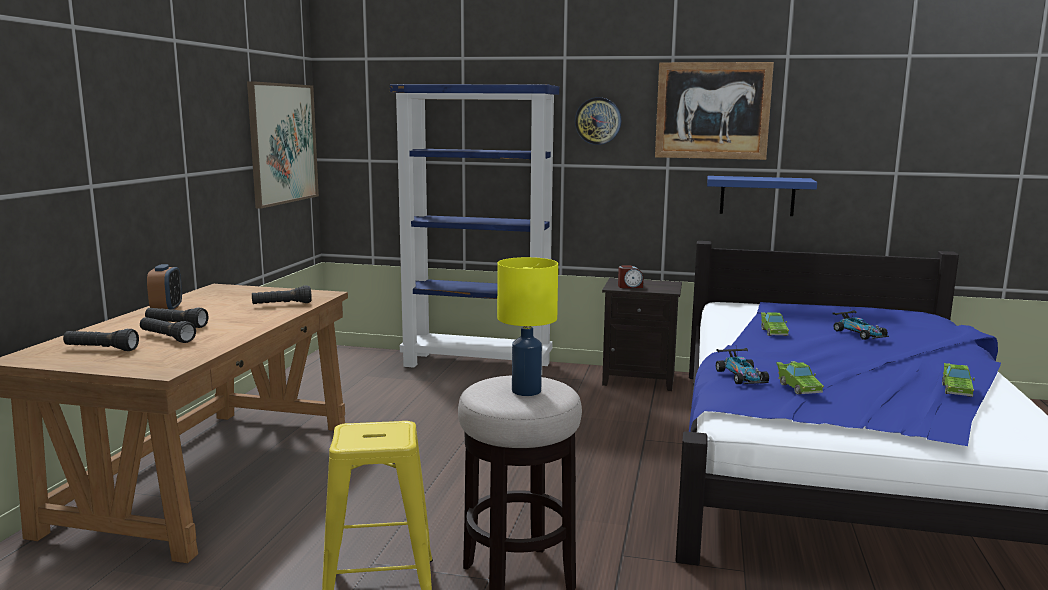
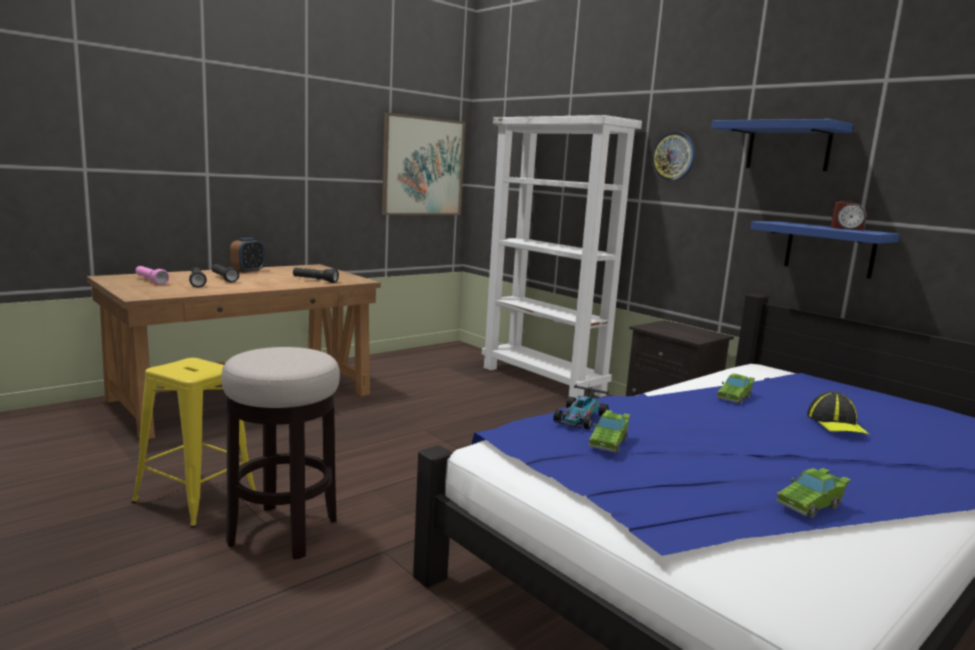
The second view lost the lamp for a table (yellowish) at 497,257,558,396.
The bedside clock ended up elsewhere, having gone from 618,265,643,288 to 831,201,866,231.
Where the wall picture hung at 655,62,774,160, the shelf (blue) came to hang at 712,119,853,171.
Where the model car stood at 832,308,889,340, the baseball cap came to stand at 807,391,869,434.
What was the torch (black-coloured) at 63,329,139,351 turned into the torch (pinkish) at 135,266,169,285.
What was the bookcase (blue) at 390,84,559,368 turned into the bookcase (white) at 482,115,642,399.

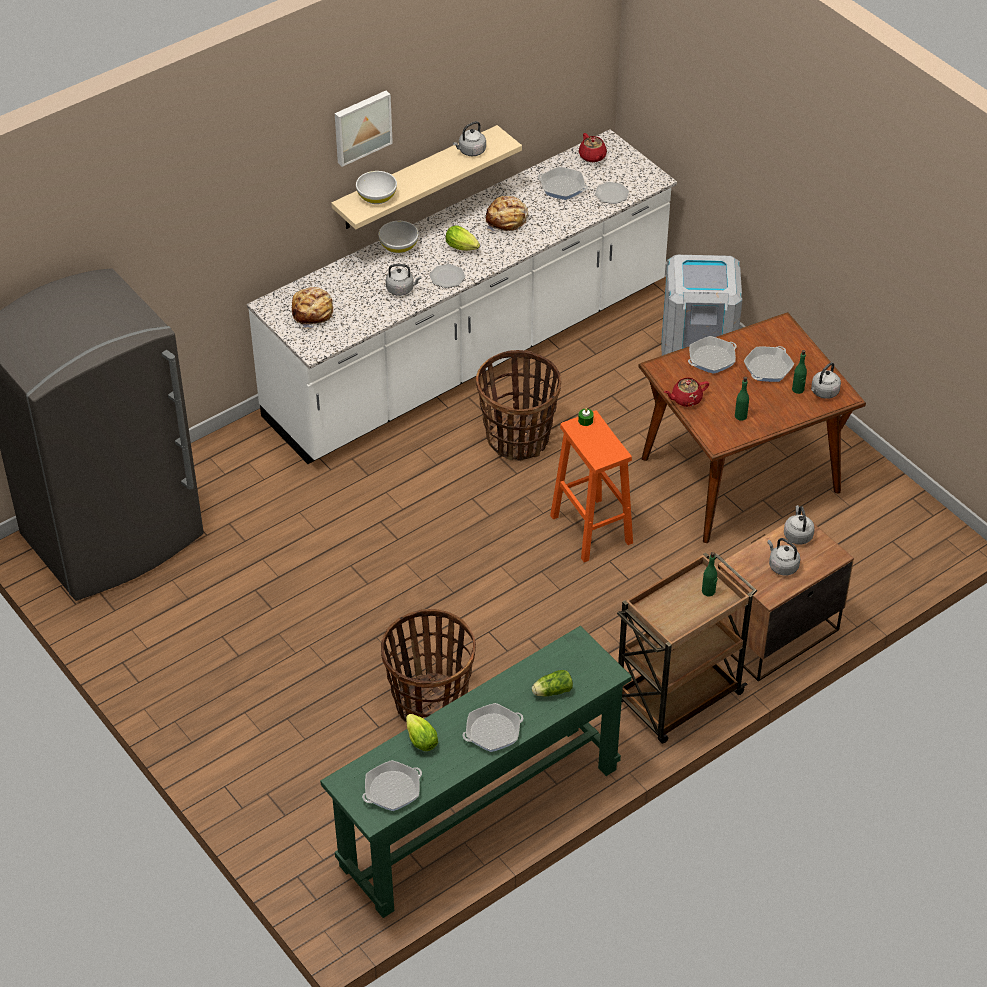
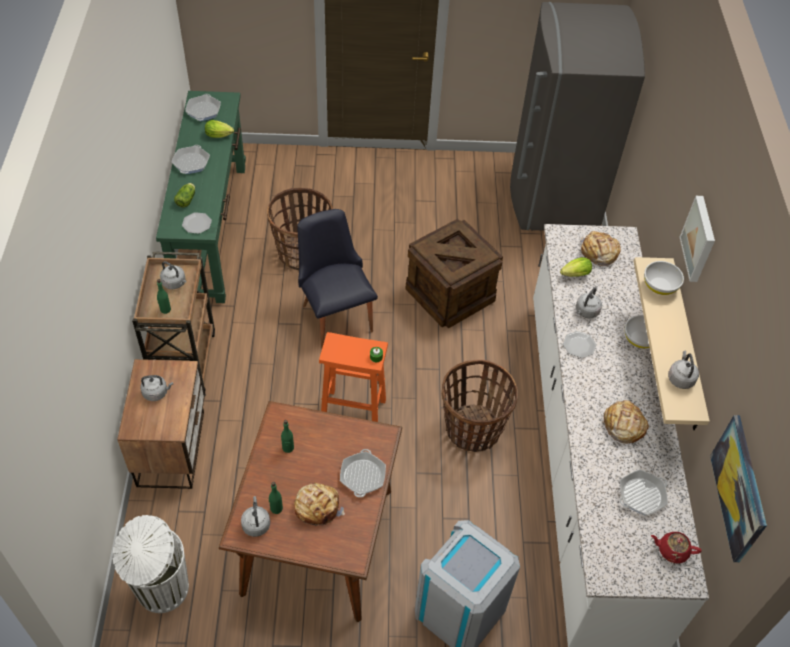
The second view lost the teapot (reddish) at 664,378,709,407.
The second view gained the rubbish bin (white) at 113,515,189,613.
The second view gained the upright chair (black-coloured) at 297,209,378,349.
The second view gained the crate at 405,219,503,328.
The second view gained the wall picture at 710,415,767,562.
The lettuce ended up elsewhere, having gone from 446,225,480,251 to 560,257,592,277.
The plate ended up elsewhere, having gone from 595,182,629,204 to 182,212,212,234.
The kettle (gray) ended up elsewhere, having gone from 784,505,815,544 to 160,261,186,289.
Where the pan stood at 744,346,794,382, the bread came to stand at 294,483,345,527.

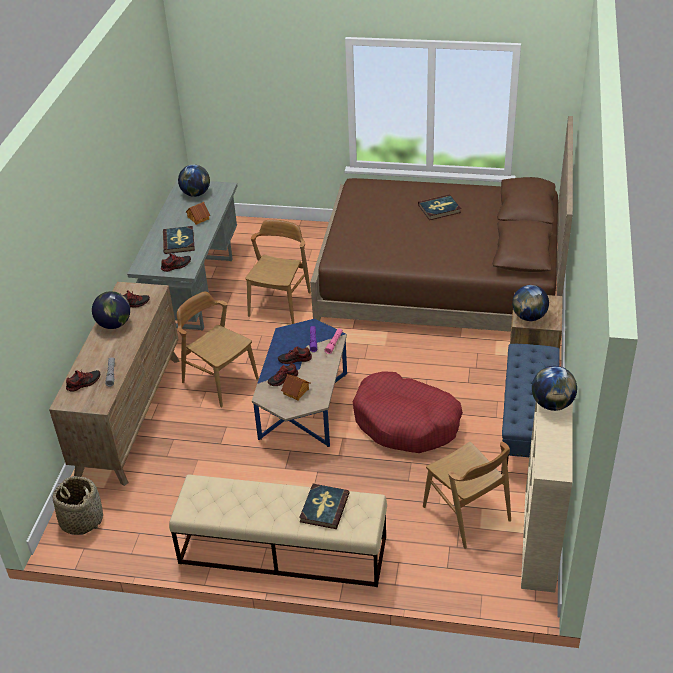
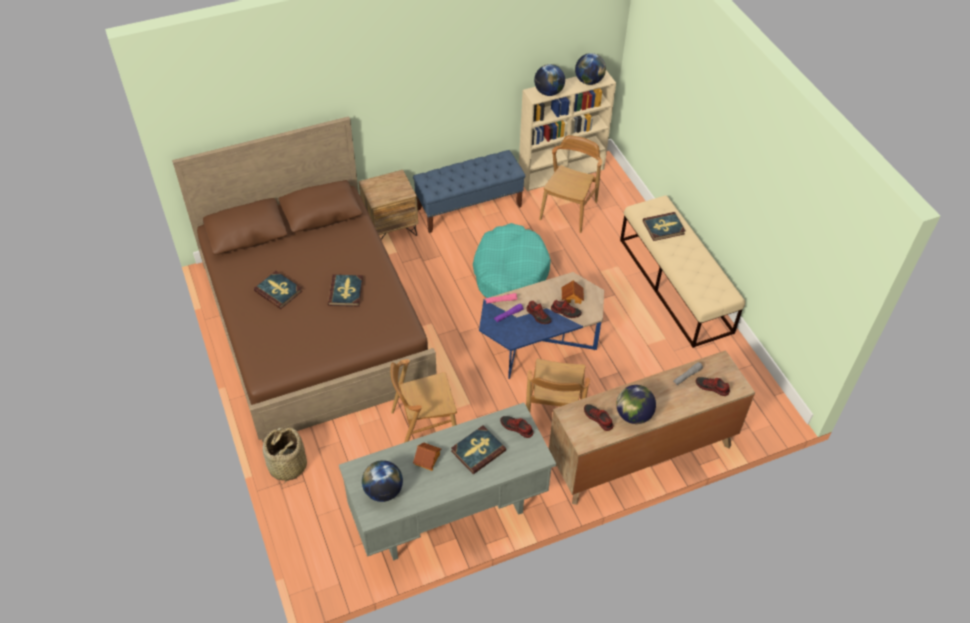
The second view gained the volume at 328,275,363,307.
The storage basket ended up elsewhere, having gone from 53,476,103,535 to 263,427,307,484.
The globe ended up elsewhere, having gone from 512,285,549,321 to 575,53,606,85.
What was the dog bed (reddish) at 353,371,463,453 turned into the dog bed (blue-green) at 473,223,551,298.

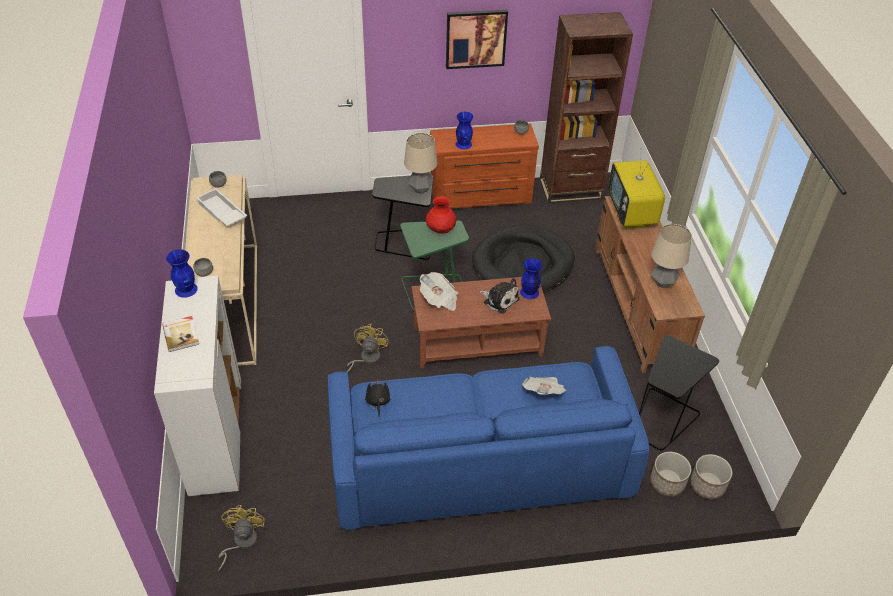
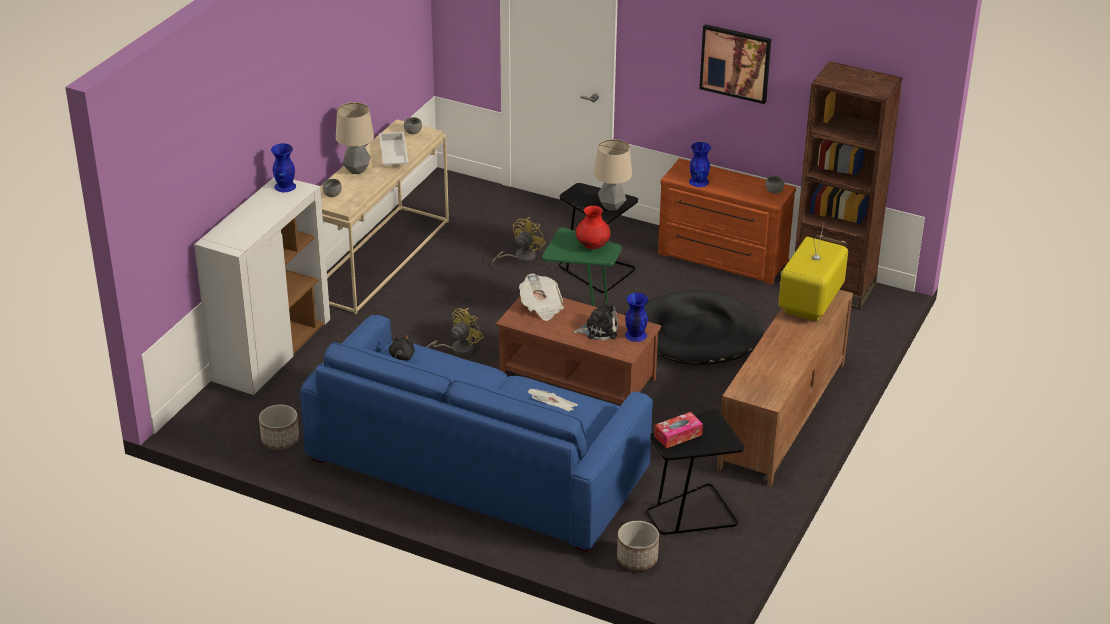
The second view lost the volume at 162,316,199,352.
The second view gained the tissue holder at 654,412,703,449.
The cooling fan (yellowish) ended up elsewhere, having gone from 218,505,265,572 to 492,217,545,264.
The lamp for a table ended up elsewhere, having gone from 651,224,692,288 to 336,102,374,174.
The flower pot ended up elsewhere, having gone from 690,454,732,499 to 259,405,299,450.
The plush toy at 479,278,519,314 ended up facing another way, 75 degrees counterclockwise from before.

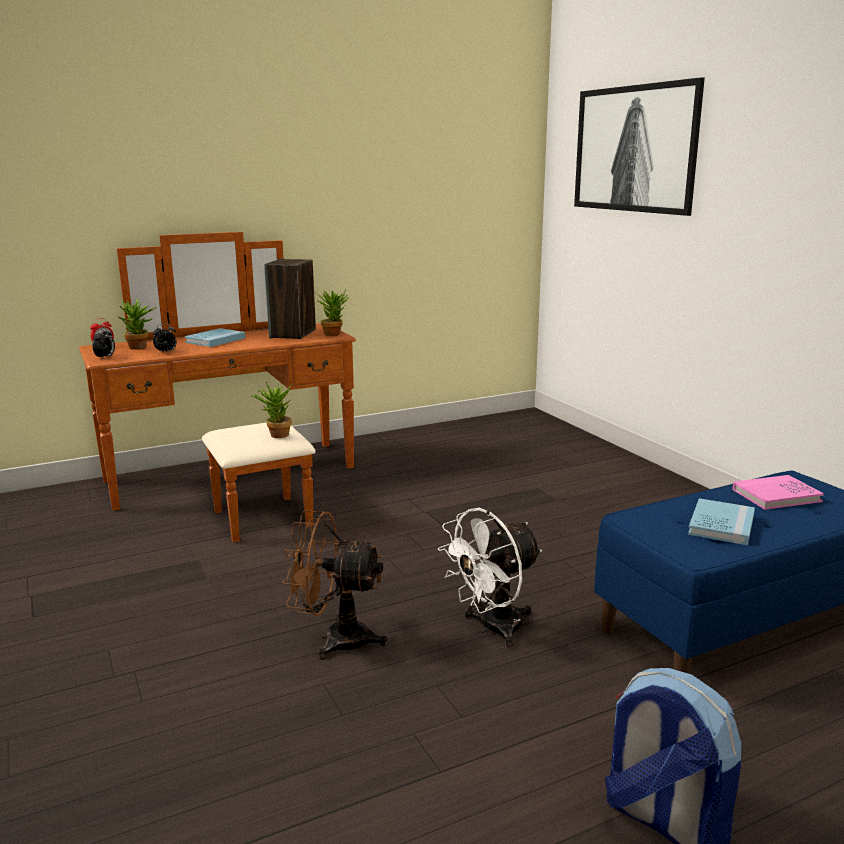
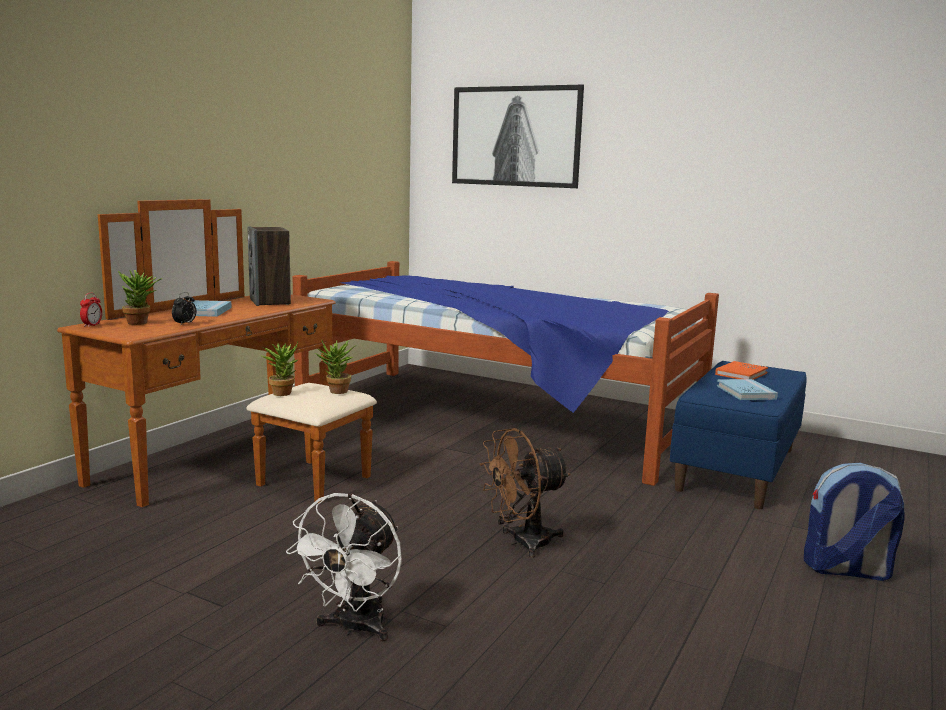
The second view lost the bedside clock at 93,327,115,359.
The second view gained the bed at 293,261,719,486.
The potted plant ended up elsewhere, having gone from 314,290,349,336 to 262,341,299,396.
The cooling fan (white) ended up elsewhere, having gone from 438,508,542,647 to 286,493,402,641.
What was the volume (pinkish) at 732,475,824,510 turned into the volume (orange-coloured) at 715,361,768,380.

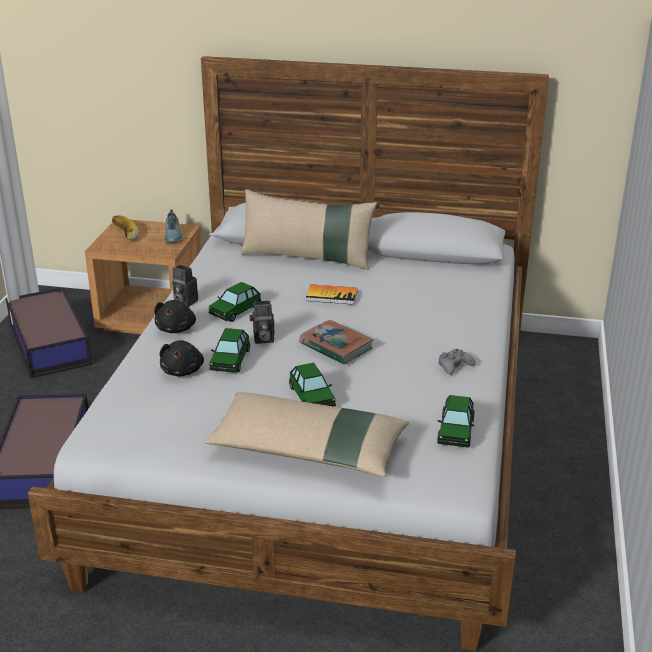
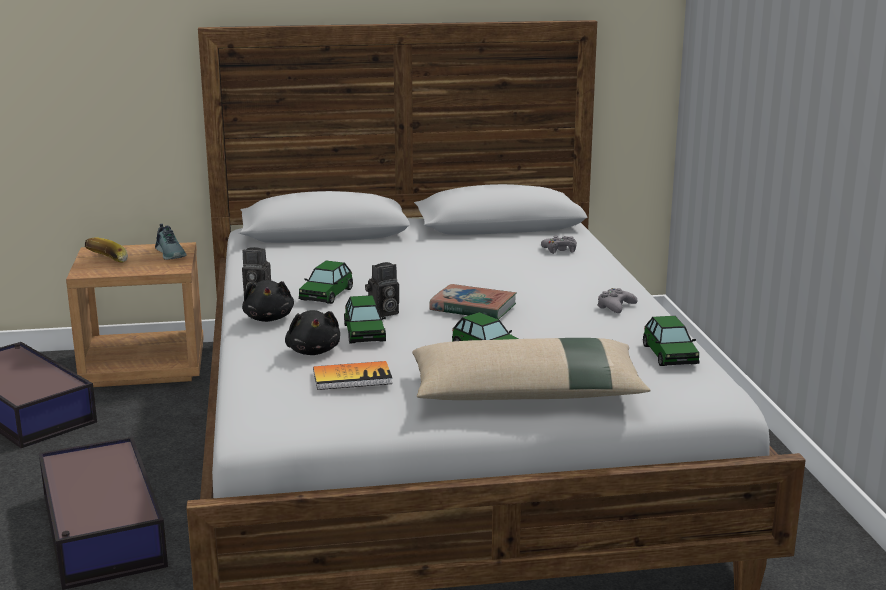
The second view lost the pillow (sand-coloured) at 241,189,377,270.
The second view gained the gamepad (gray) at 541,236,577,254.
The volume ended up elsewhere, having gone from 306,284,358,305 to 313,361,392,390.

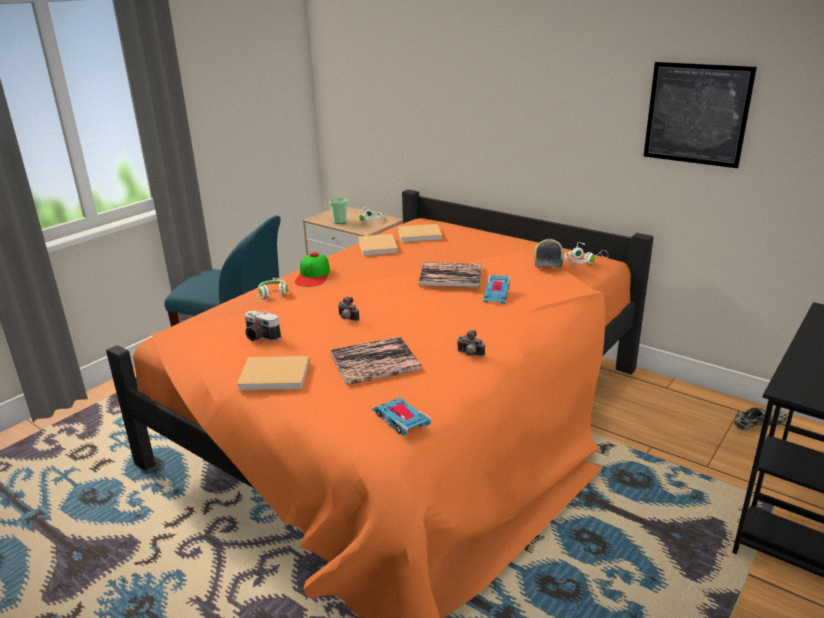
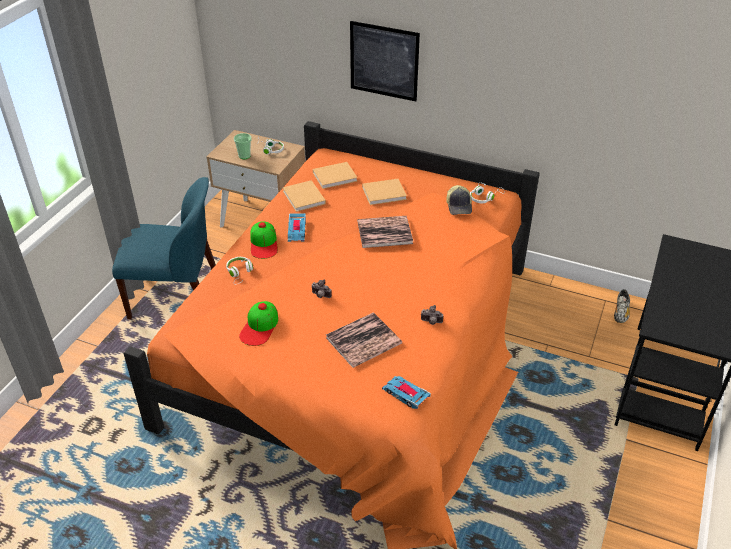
The volume (sand-coloured) ended up elsewhere, having gone from 237,356,310,391 to 362,179,407,205.
The model car ended up elsewhere, having gone from 484,275,510,304 to 288,213,306,242.
The wall picture ended up elsewhere, having gone from 644,62,757,168 to 350,21,420,101.
Where the still camera stood at 244,311,281,341, the baseball cap came to stand at 239,301,278,346.
The shoe at 734,407,787,430 ended up facing another way, 135 degrees clockwise from before.

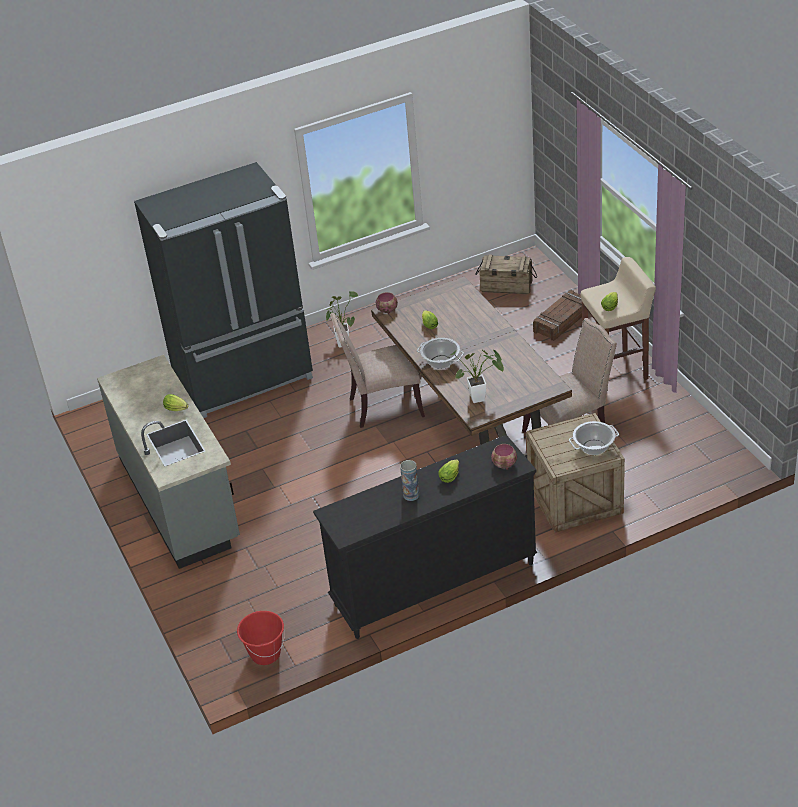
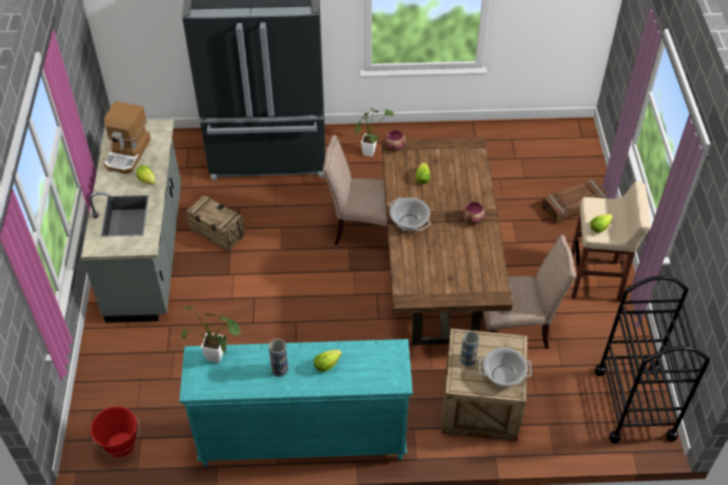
The second view gained the coffee machine at 104,101,151,174.
The second view gained the flower vase at 460,331,479,366.
The second view gained the cart (black-coloured) at 595,275,710,444.
The potted plant ended up elsewhere, having gone from 448,349,504,403 to 180,306,240,363.
The crate ended up elsewhere, having gone from 475,255,537,294 to 186,195,245,251.
The bowl ended up elsewhere, having gone from 491,444,517,470 to 462,202,485,225.
What was the dresser (black-coloured) at 313,435,538,639 turned into the dresser (blue-green) at 179,339,413,467.

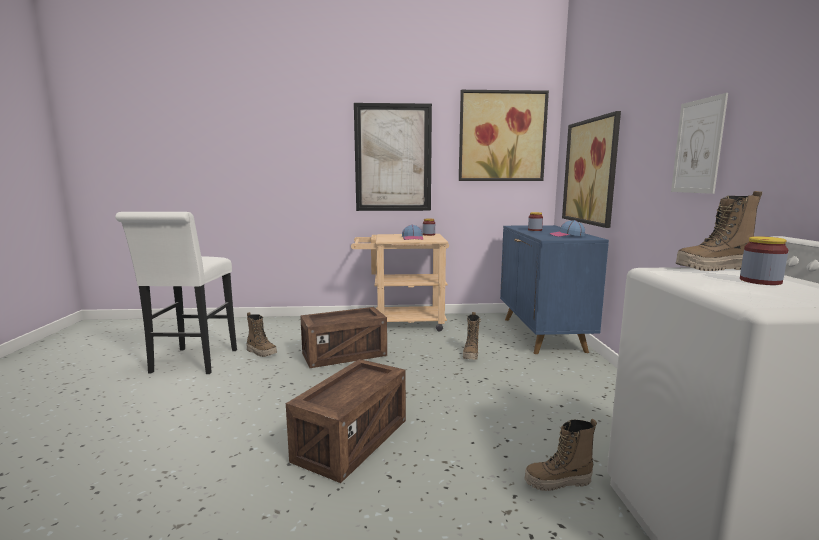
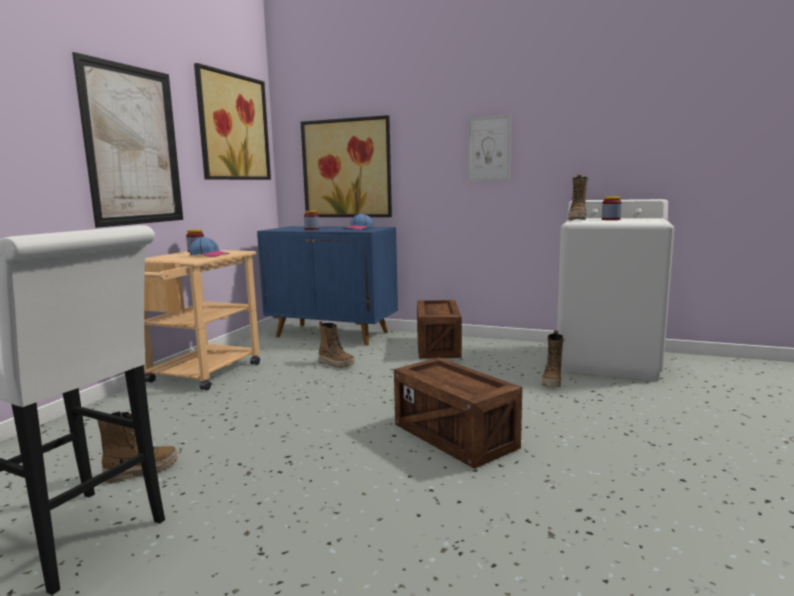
The crate ended up elsewhere, having gone from 300,307,387,368 to 417,300,462,359.

